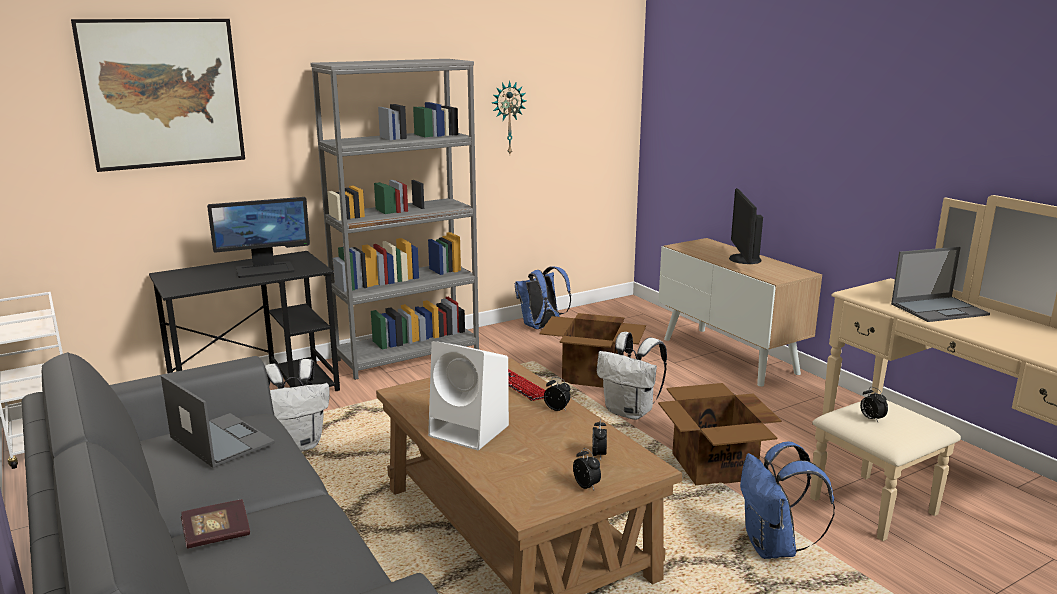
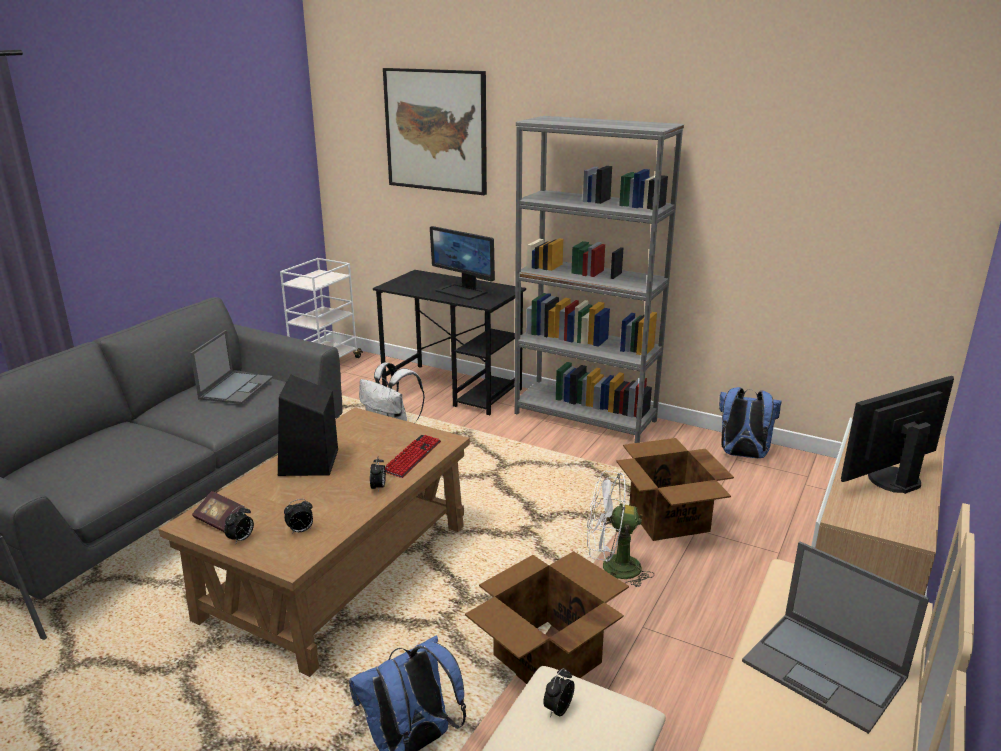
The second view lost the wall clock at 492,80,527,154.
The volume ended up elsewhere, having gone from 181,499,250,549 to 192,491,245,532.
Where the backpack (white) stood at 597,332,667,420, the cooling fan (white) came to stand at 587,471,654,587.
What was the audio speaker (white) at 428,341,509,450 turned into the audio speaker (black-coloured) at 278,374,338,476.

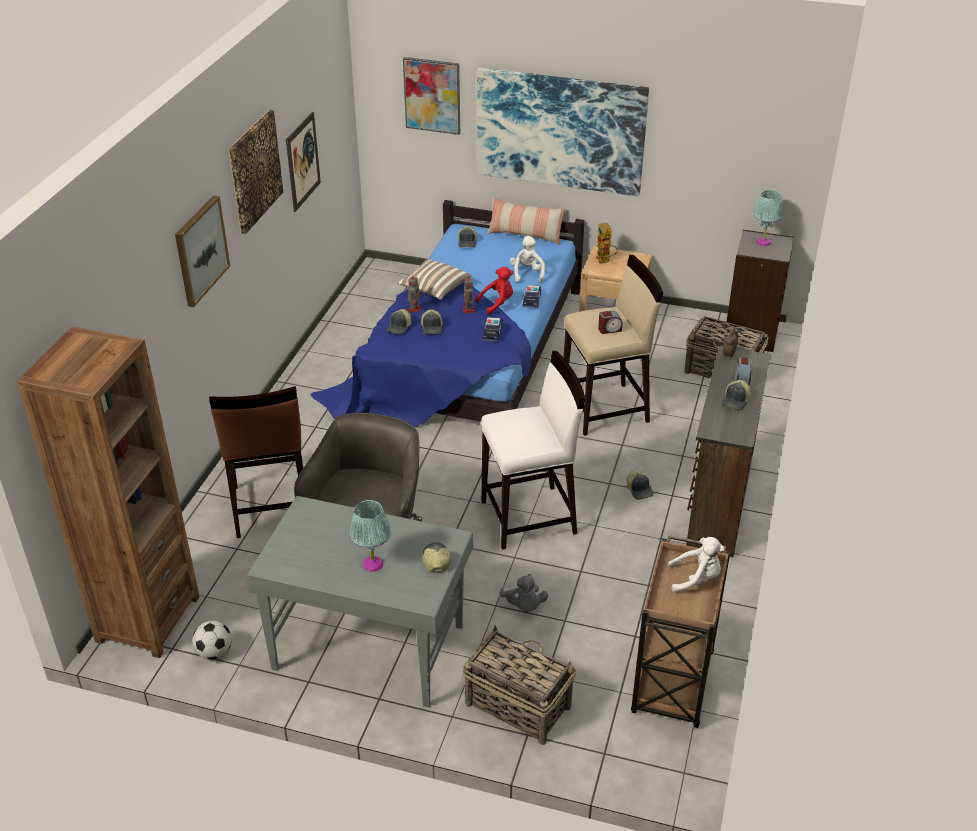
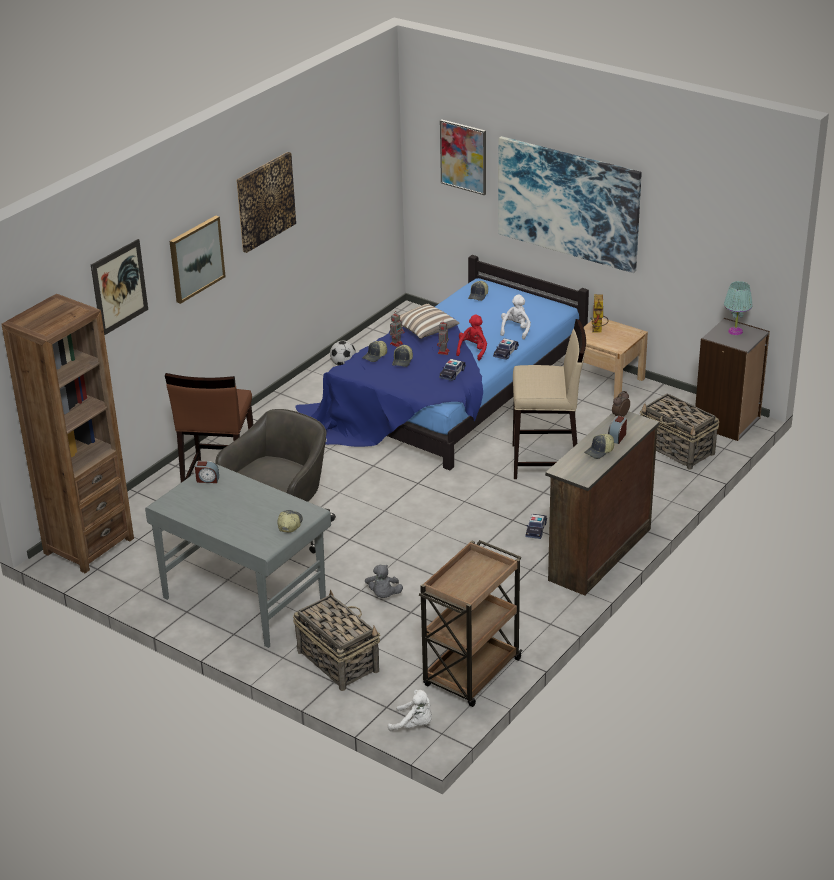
The second view lost the lamp for a table (blue-green) at 350,500,391,572.
The second view lost the sitting stool (white) at 481,351,585,550.
The second view lost the pillow at 487,197,565,245.
The ball for football ended up elsewhere, having gone from 192,621,232,660 to 330,341,356,366.
The wall picture ended up elsewhere, having gone from 286,112,321,212 to 91,239,148,335.
The bedside clock ended up elsewhere, having gone from 598,311,622,334 to 195,461,219,483.
The plush toy (white) ended up elsewhere, having gone from 668,537,725,593 to 388,690,432,732.
Where the baseball cap stood at 627,470,653,500, the model car came to stand at 525,514,547,539.
The plush toy (reddish) at 475,267,513,315 ended up facing another way, 60 degrees counterclockwise from before.

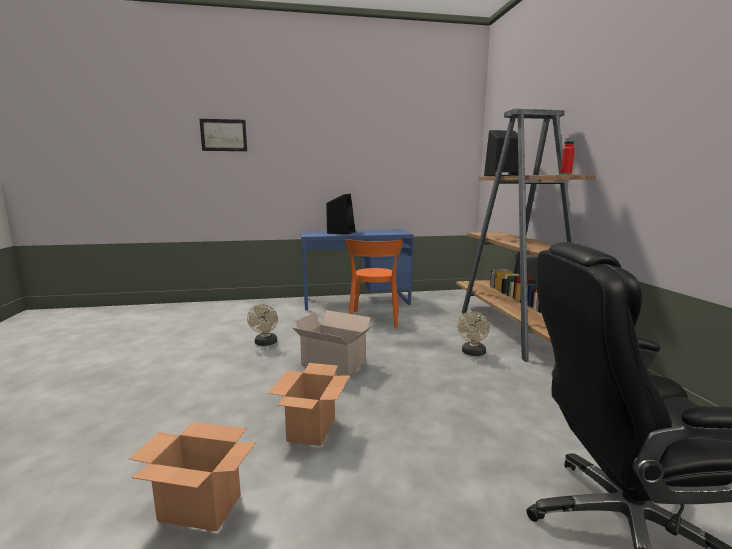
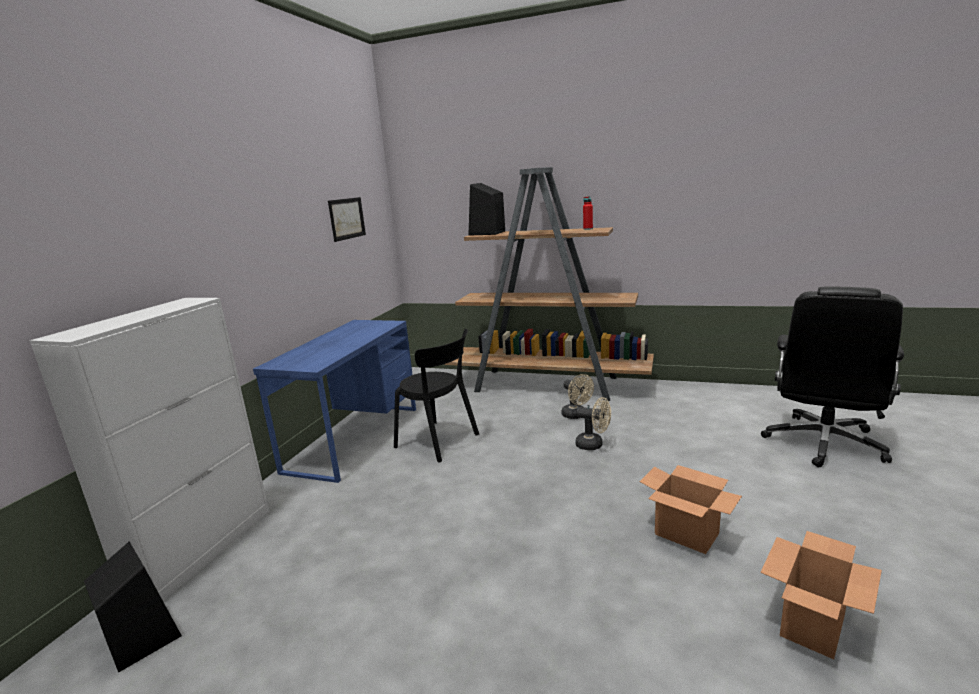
The second view lost the carton at 293,310,374,376.
The second view gained the storage cabinet (white) at 29,298,269,601.
The wall picture ended up elsewhere, having gone from 199,119,247,151 to 328,197,366,242.
The cooling fan (sand-coloured) ended up elsewhere, having gone from 247,304,278,346 to 575,397,611,450.
The audio speaker (black-coloured) ended up elsewhere, having gone from 326,194,356,234 to 84,541,182,673.
What was the upright chair (orange-coloured) at 345,239,403,328 turned into the upright chair (black-coloured) at 394,329,479,462.

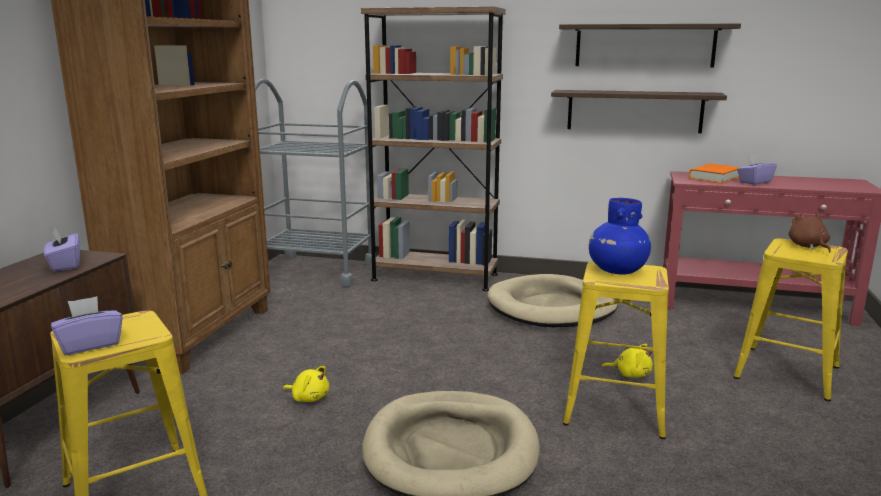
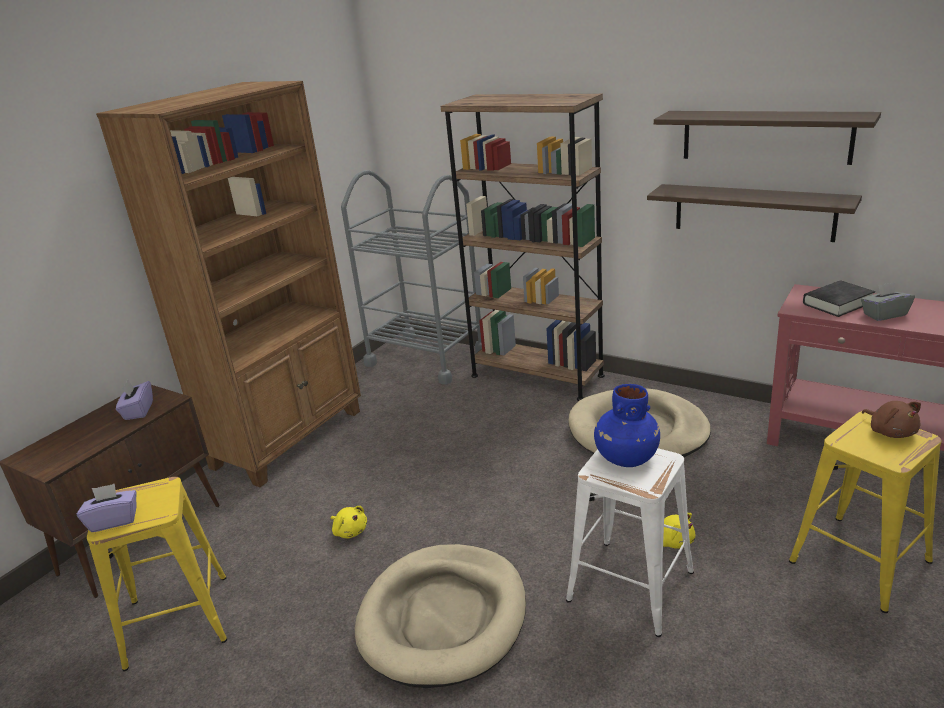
What was the sitting stool (yellowish) at 563,261,669,439 turned into the sitting stool (white) at 566,448,694,637.
What was the volume (orange-coloured) at 689,164,740,184 turned into the volume (black-coloured) at 803,280,875,317.
What was the tissue holder (purplish) at 737,155,777,185 turned into the tissue holder (gray) at 861,282,915,321.
The plush toy (brown) at 788,212,831,253 ended up facing another way, 150 degrees clockwise from before.

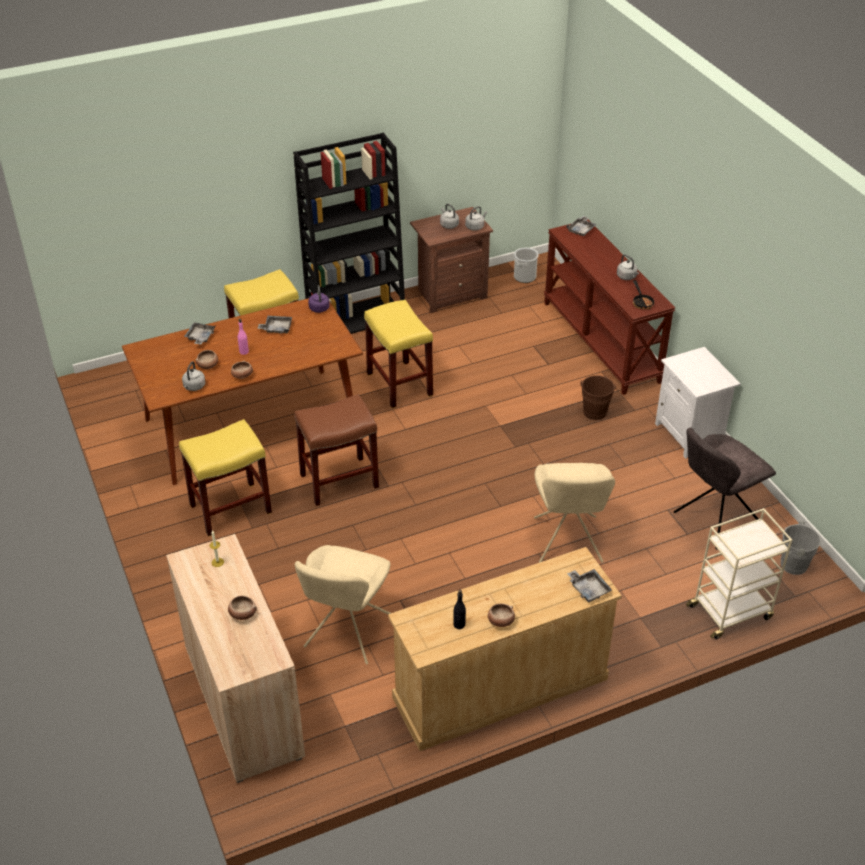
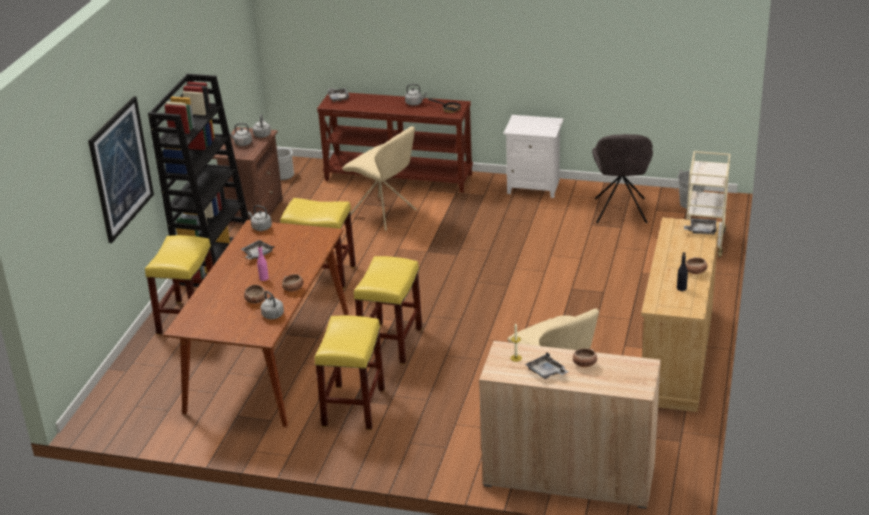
The second view lost the water bucket (brown) at 580,375,616,420.
The second view gained the wall picture at 88,96,154,243.
The serving tray (gray) ended up elsewhere, having gone from 184,322,216,345 to 525,352,568,379.
The upright chair (sand-coloured) ended up elsewhere, having gone from 534,463,615,563 to 342,126,417,231.
What was the sitting stool (brown) at 294,394,379,506 turned into the sitting stool (yellowish) at 354,256,422,364.
What was the kettle (purplish) at 308,285,330,313 turned into the kettle (gray) at 248,205,272,231.

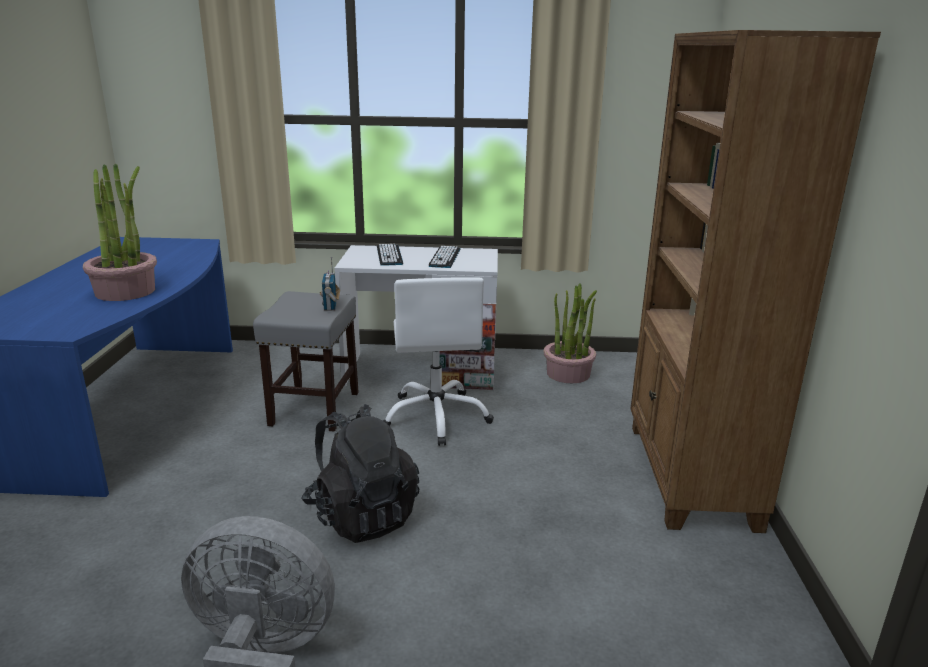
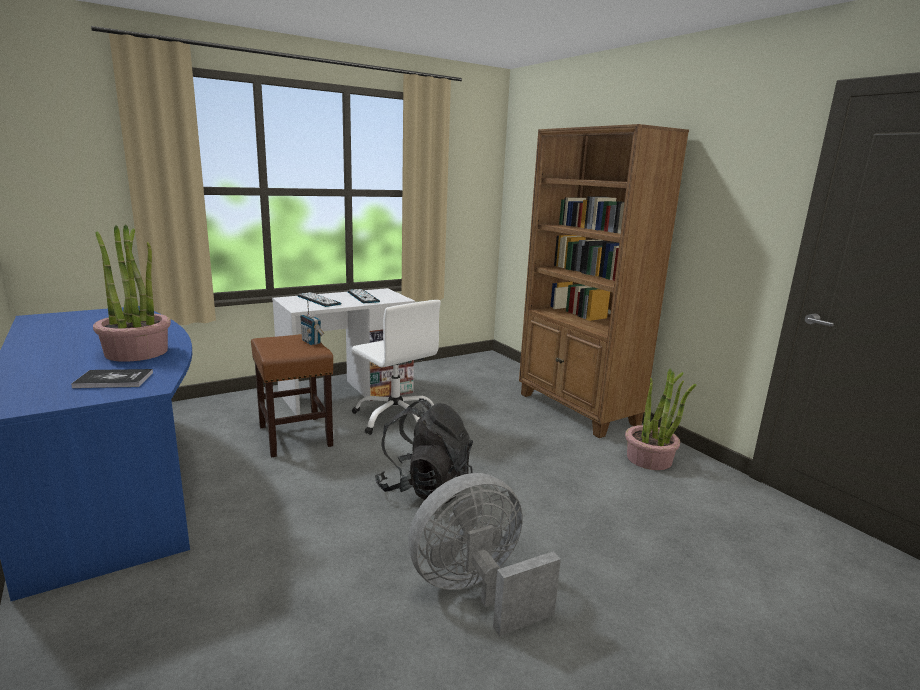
The second view gained the volume at 71,369,153,388.
The potted plant ended up elsewhere, having gone from 543,283,597,383 to 625,369,696,470.
What was the sitting stool (gray) at 253,291,359,431 turned into the sitting stool (brown) at 251,334,333,458.

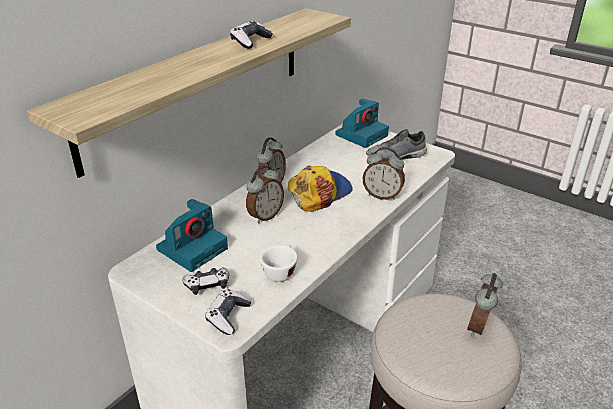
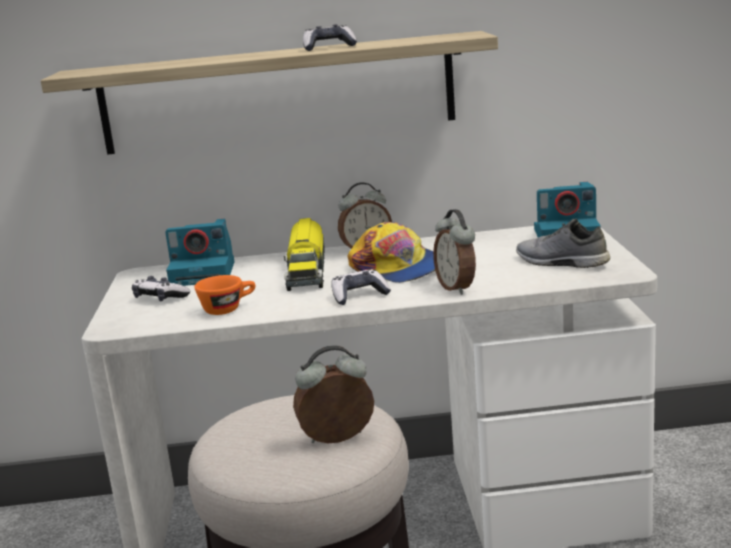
The gamepad ended up elsewhere, having gone from 205,289,252,335 to 331,269,391,305.
Where the bedside clock stood at 246,166,284,224, the toy lorry came to stand at 284,218,325,291.
What was the small cup (white) at 260,244,298,282 turned into the small cup (orange-coloured) at 194,275,256,315.
The baseball cap at 288,165,353,212 ended up facing another way, 45 degrees clockwise from before.

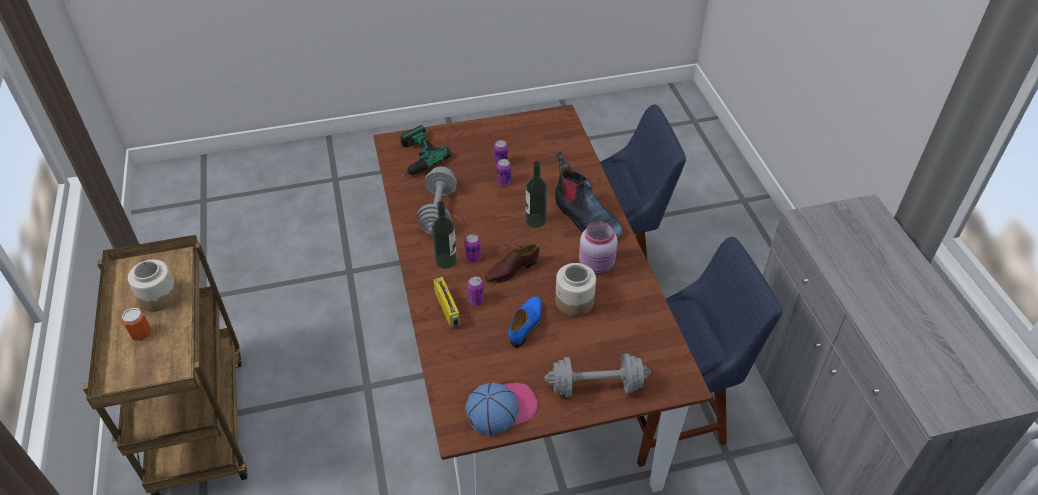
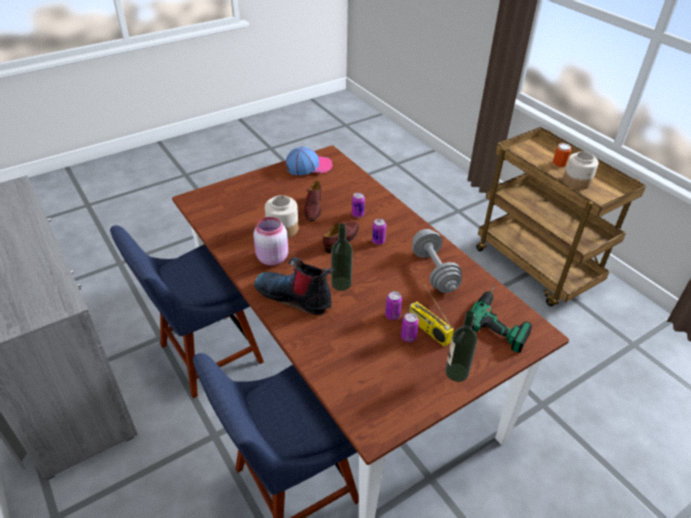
The second view lost the dumbbell (gray) at 544,354,651,397.
The bottle ended up elsewhere, having gone from 432,201,457,269 to 445,310,477,382.
The radio set ended up elsewhere, having gone from 433,277,460,329 to 409,286,454,347.
What was the shoe (blue) at 508,297,541,348 turned into the shoe (brown) at 304,181,322,222.
The baseball cap at 465,382,538,435 ended up facing another way, 150 degrees counterclockwise from before.

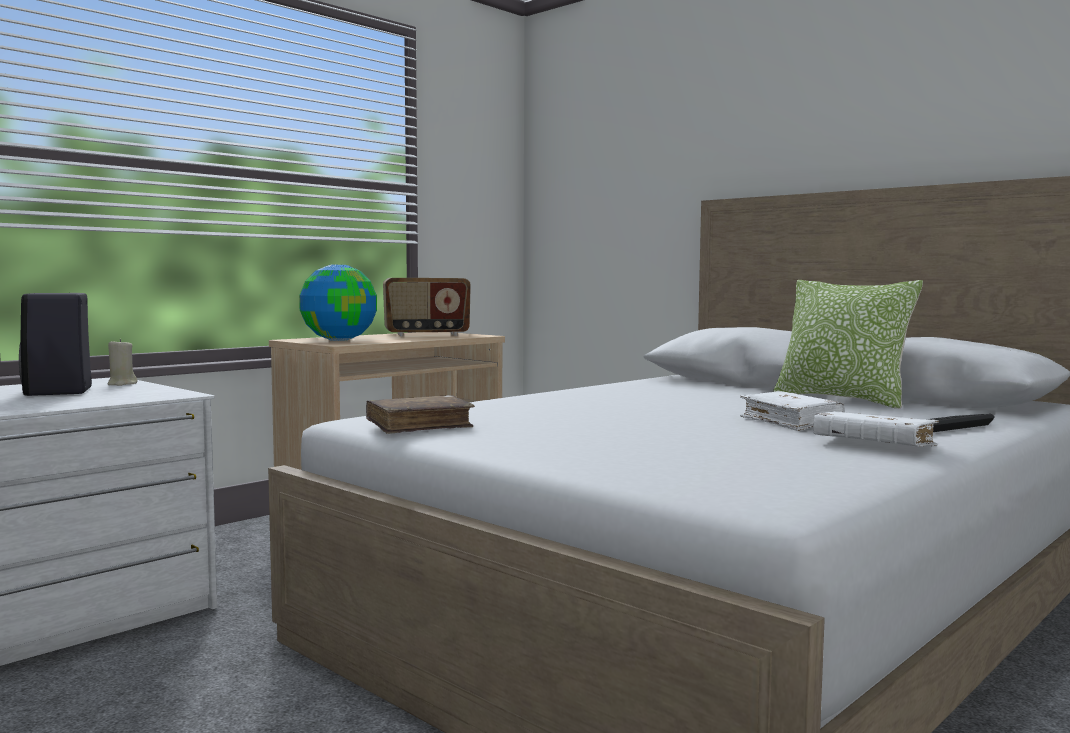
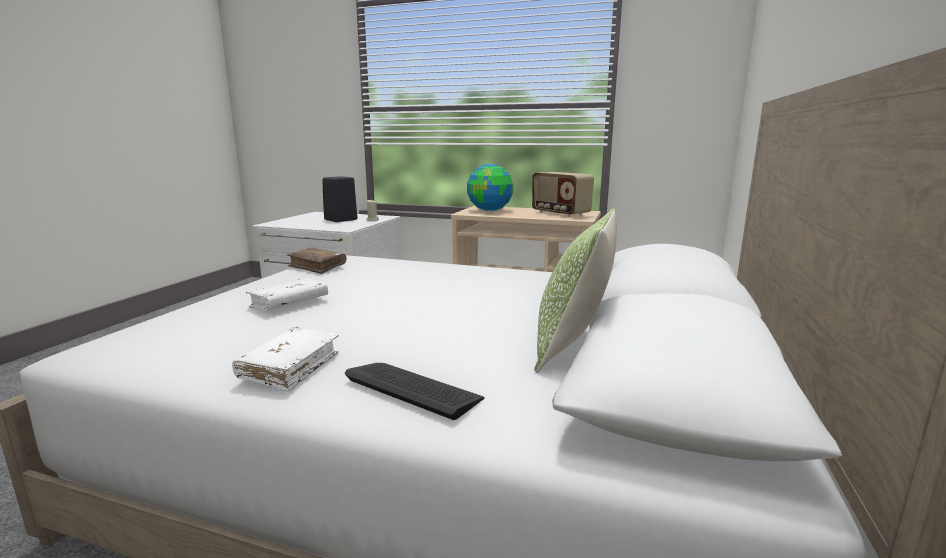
The volume (white) ended up elsewhere, having gone from 740,391,845,431 to 246,278,328,310.

